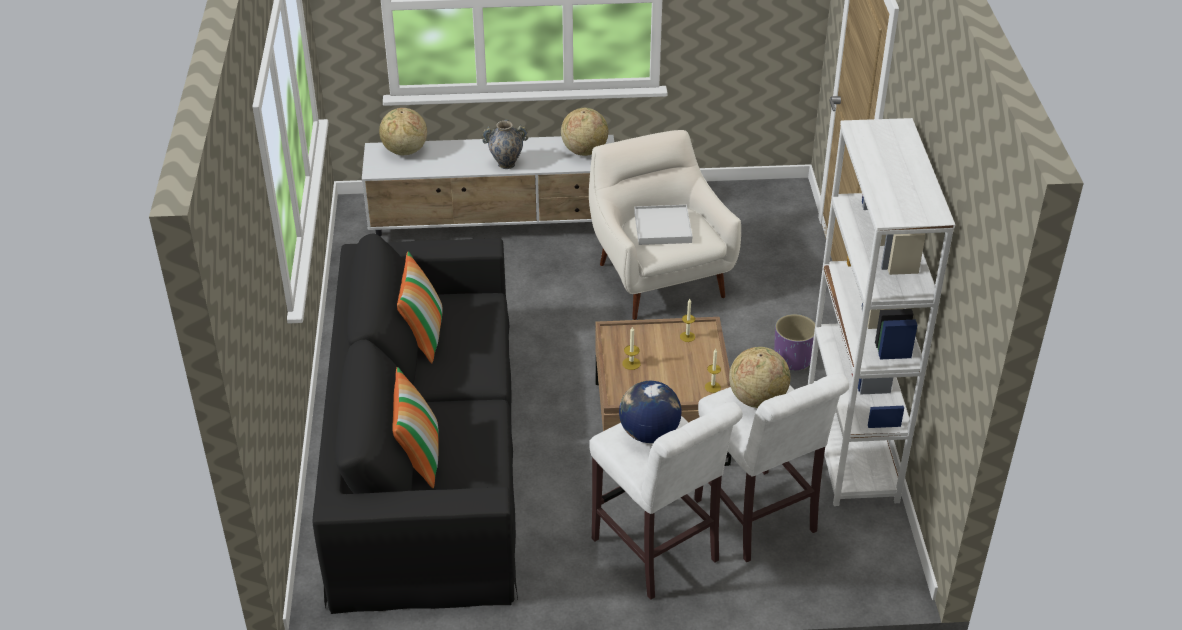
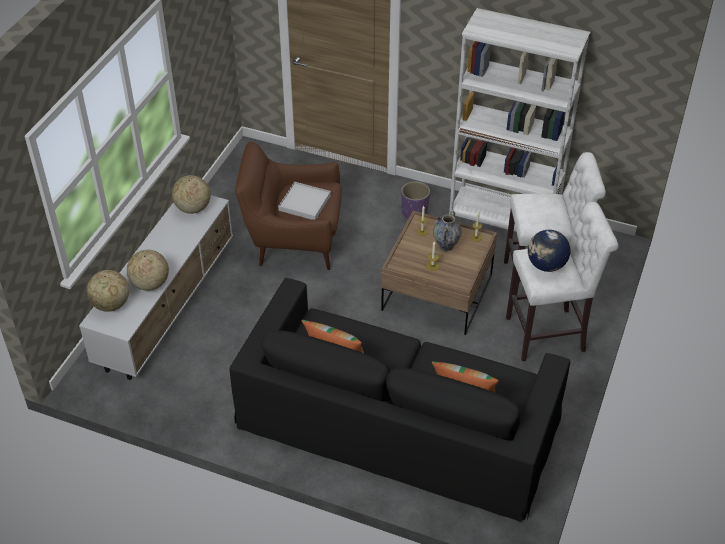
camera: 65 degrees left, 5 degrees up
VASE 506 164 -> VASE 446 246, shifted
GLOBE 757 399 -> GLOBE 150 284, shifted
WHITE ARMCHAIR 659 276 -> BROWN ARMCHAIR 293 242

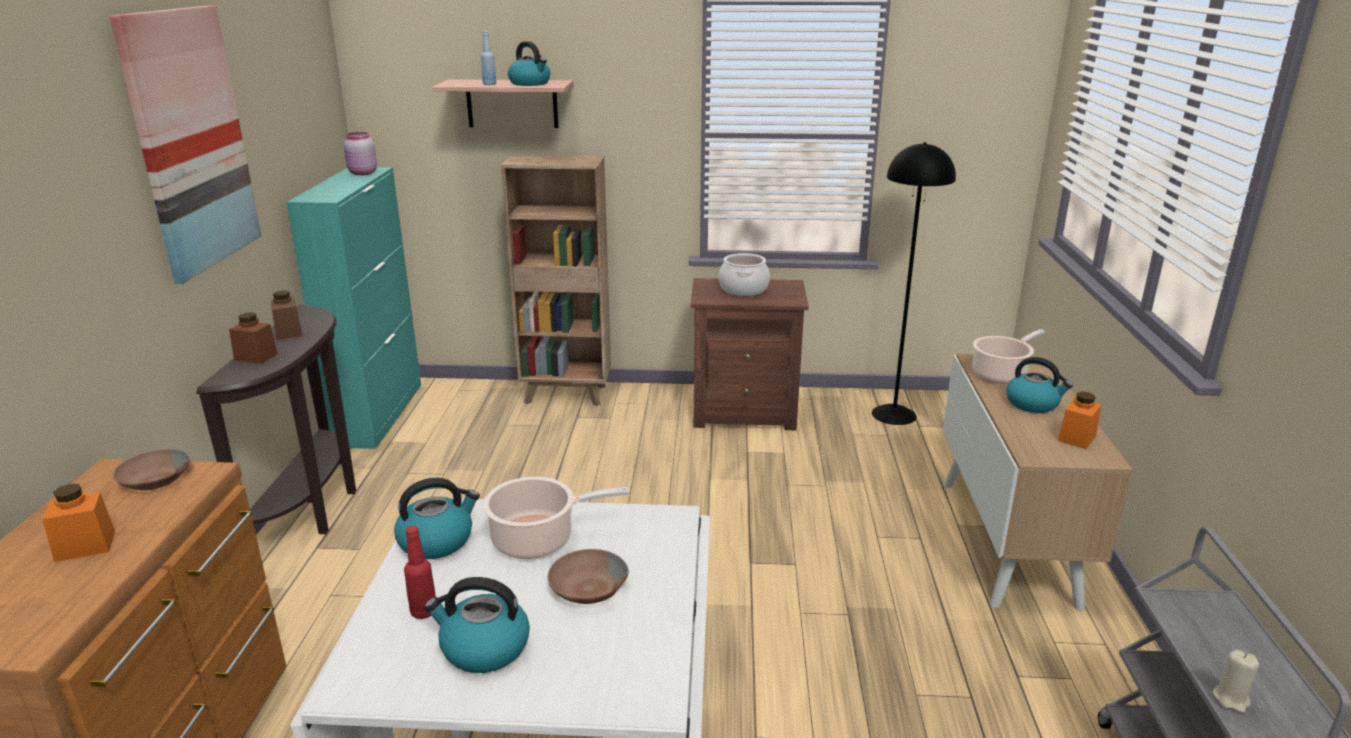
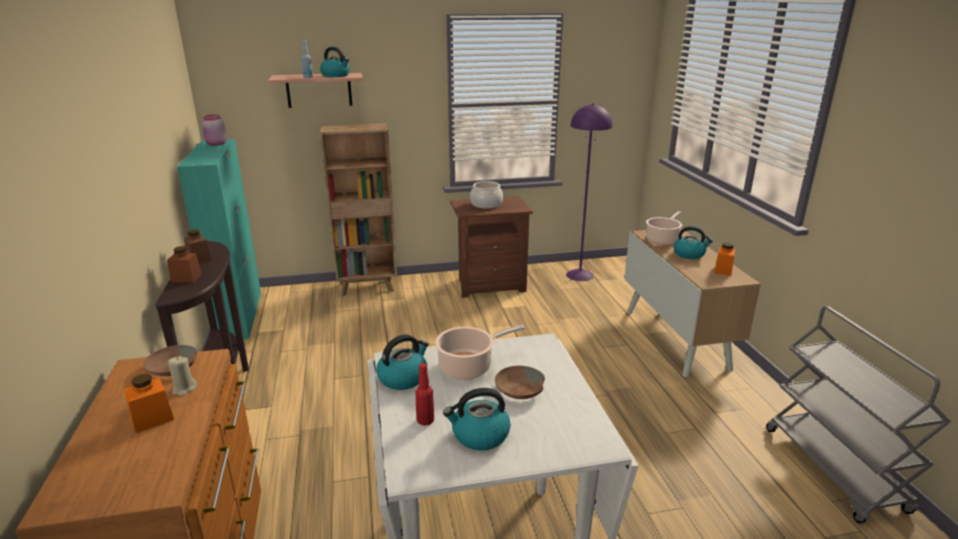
camera: 15 degrees left, 0 degrees up
PICTURE 190 140 -> none
BEIGE CANDLE 1231 699 -> BEIGE CANDLE 184 389, shifted
BLACK FLOOR LAMP 894 414 -> PURPLE FLOOR LAMP 580 275

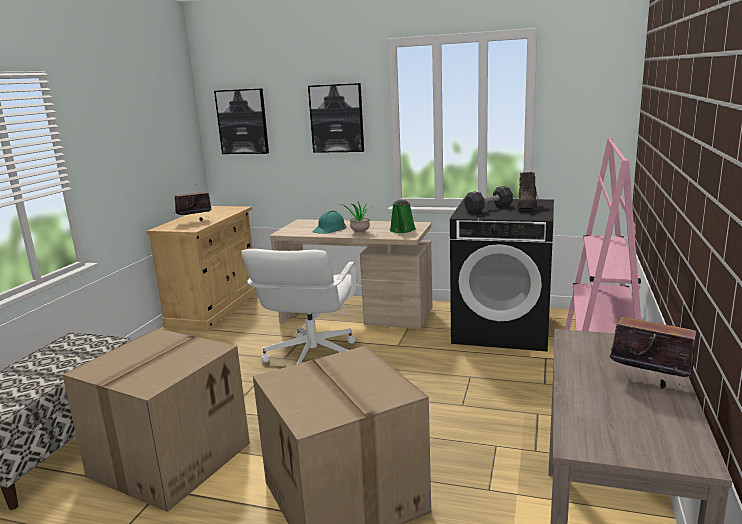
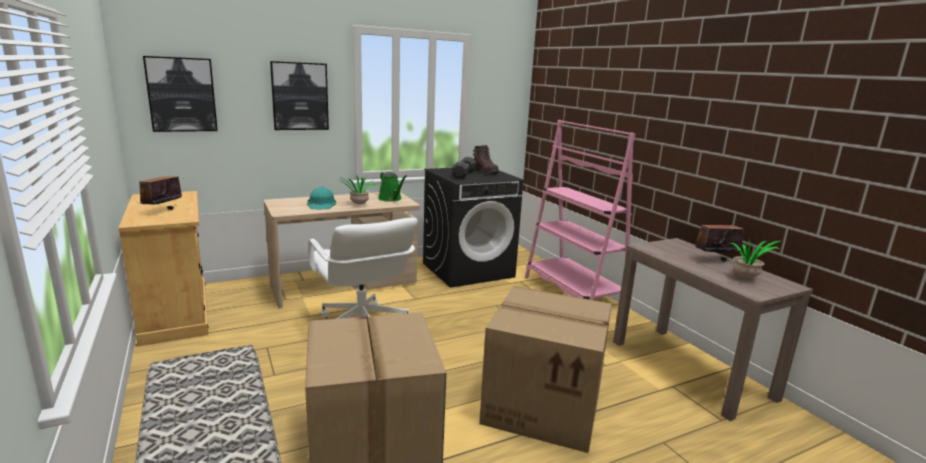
camera: 45 degrees left, 0 degrees up
none -> POTTED PLANT 747 278

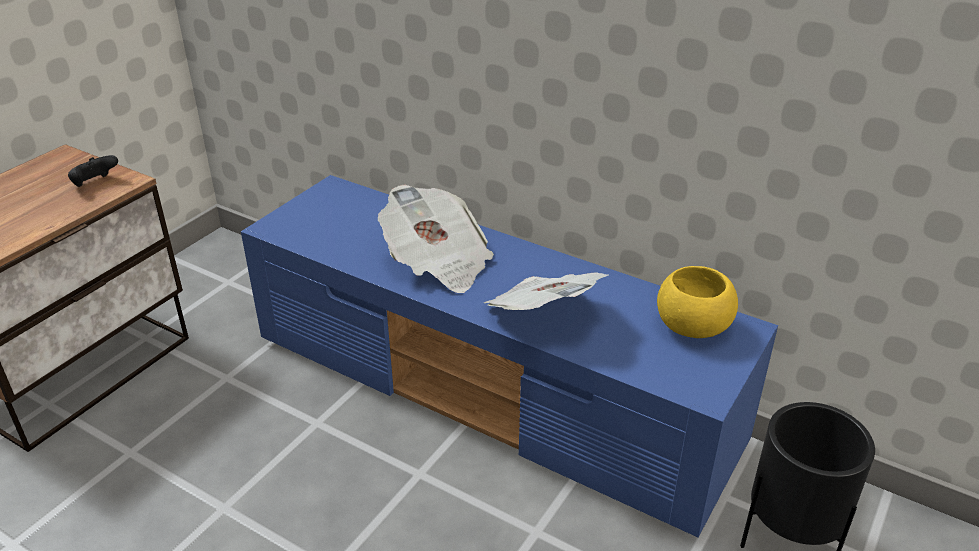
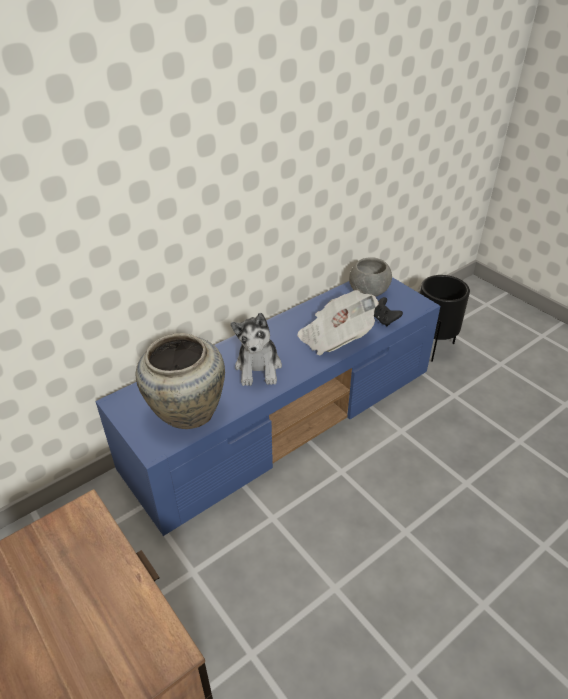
camera: 70 degrees left, 5 degrees up
none -> BEIGE VASE 186 411
BLACK GAME CONTROLLER 95 184 -> BLACK GAME CONTROLLER 384 320, shifted
NEWSPAPER 437 263 -> PLUSH TOY 258 367
YELLOW BOWL 693 328 -> GREY BOWL 369 292

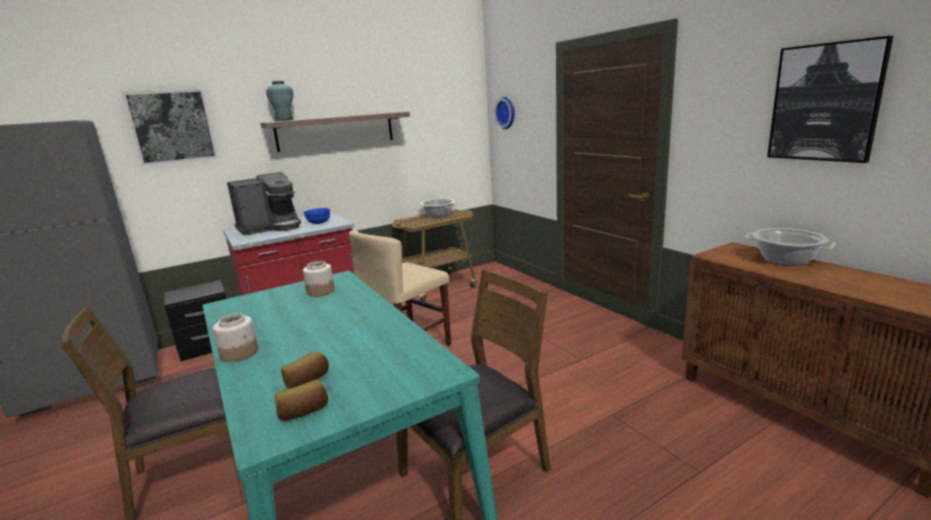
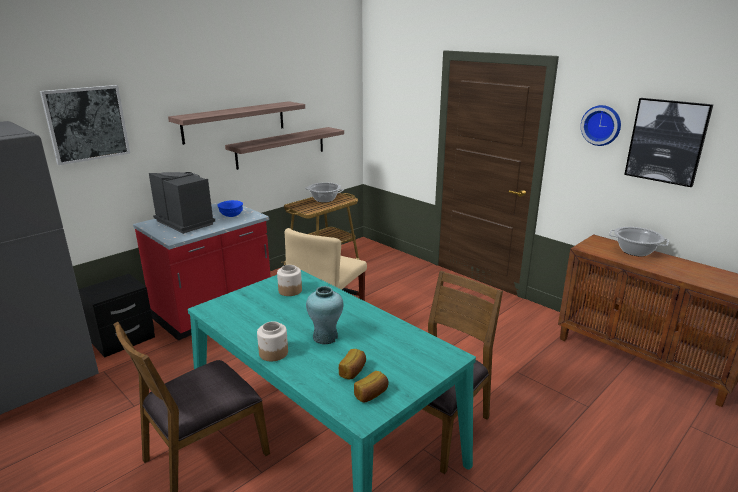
camera: 15 degrees left, 5 degrees up
none -> SHELF 281 147
TURQUOISE VASE 284 120 -> TURQUOISE VASE 325 337, shifted
WALL CLOCK 507 112 -> WALL CLOCK 601 125, shifted
COFFEE MACHINE 271 228 -> COFFEE MACHINE 186 222, 90 degrees counterclockwise

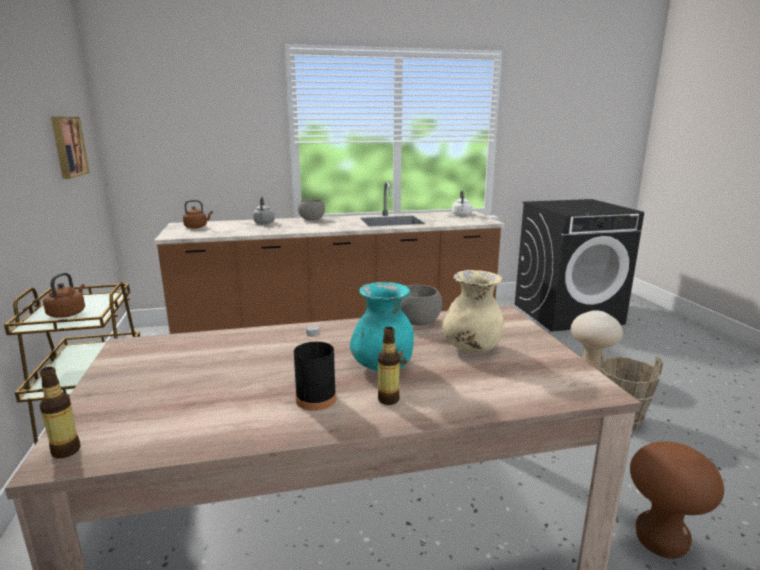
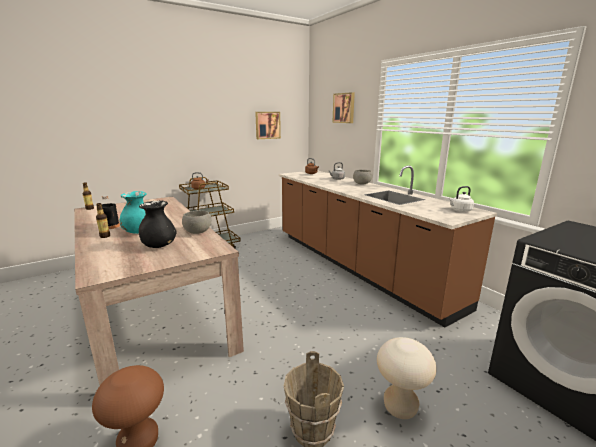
camera: 70 degrees right, 0 degrees up
none -> PICTURE 344 108
BEIGE VASE 471 348 -> BLACK VASE 159 246

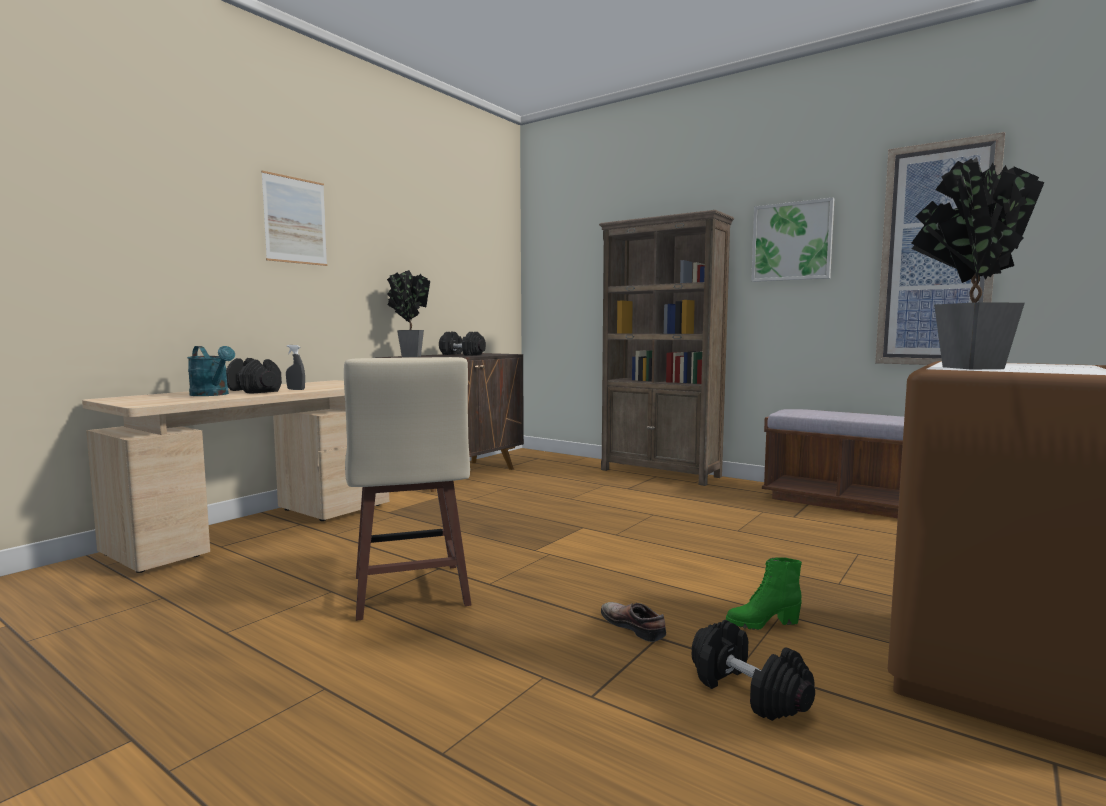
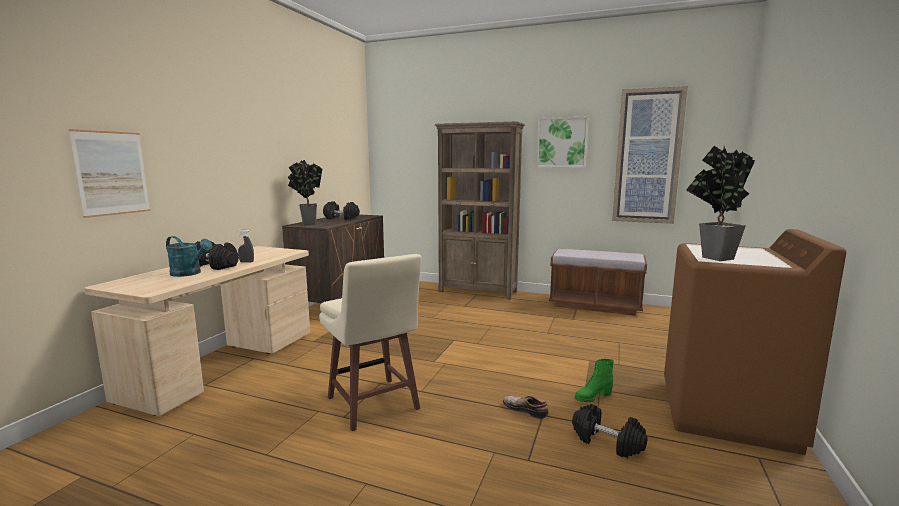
camera: 15 degrees left, 5 degrees up
PICTURE 295 220 -> PICTURE 112 173, shifted

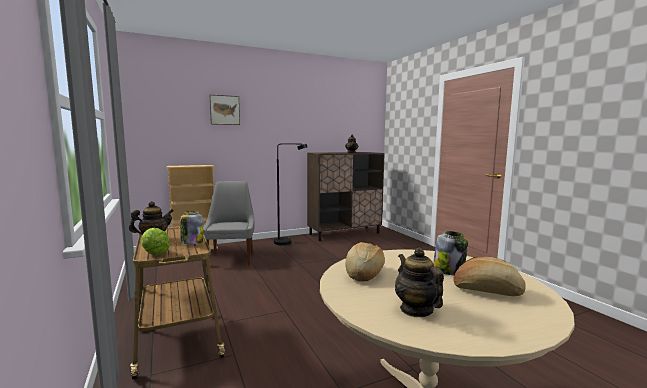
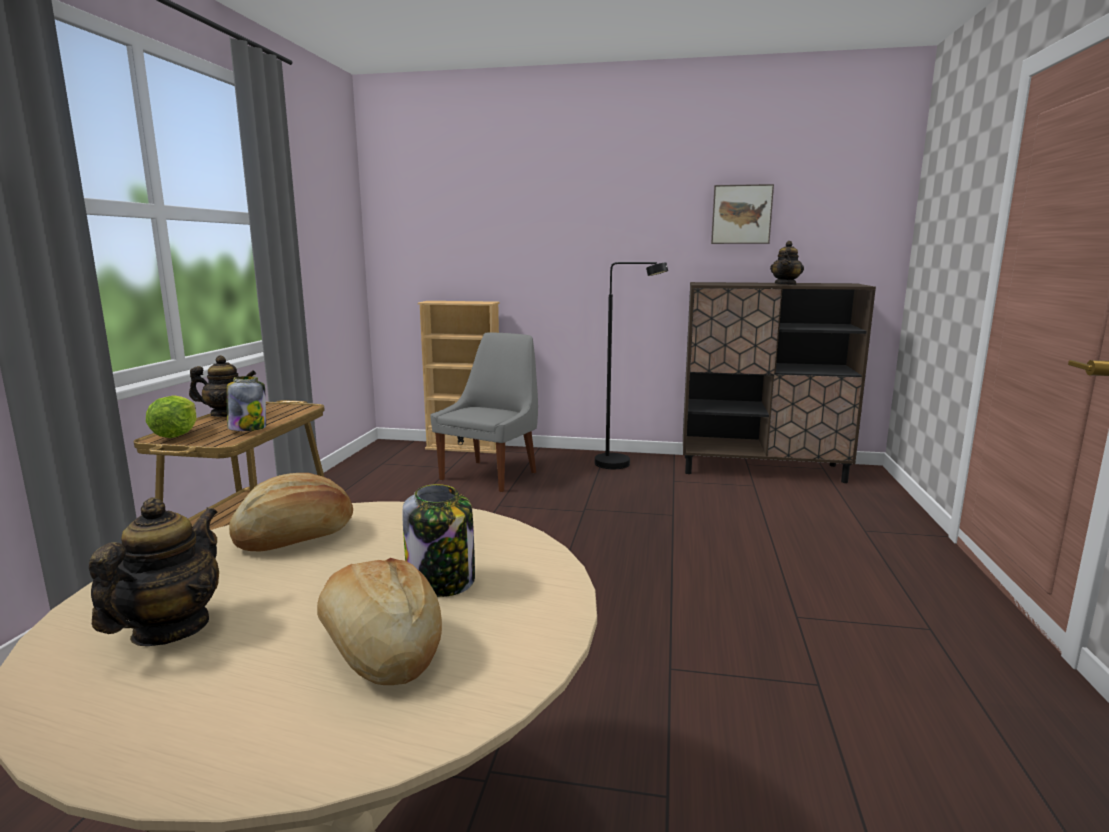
camera: 35 degrees right, 5 degrees up
PICTURE 224 110 -> PICTURE 741 214, shifted

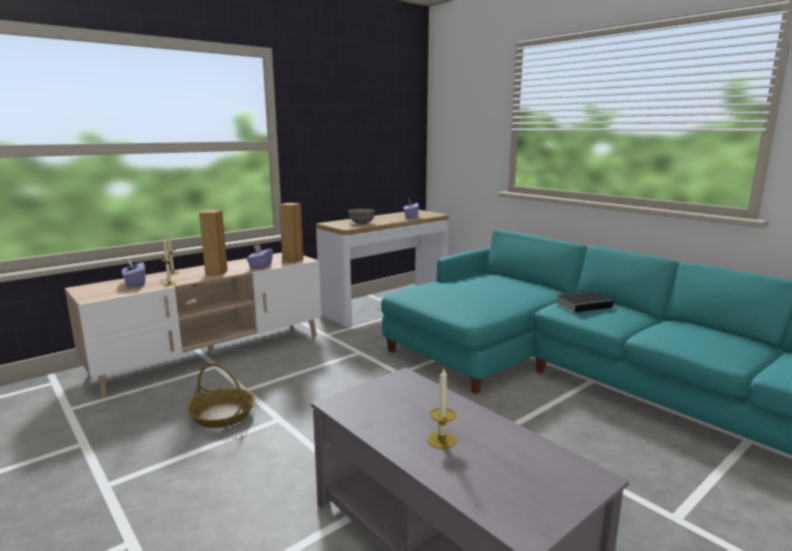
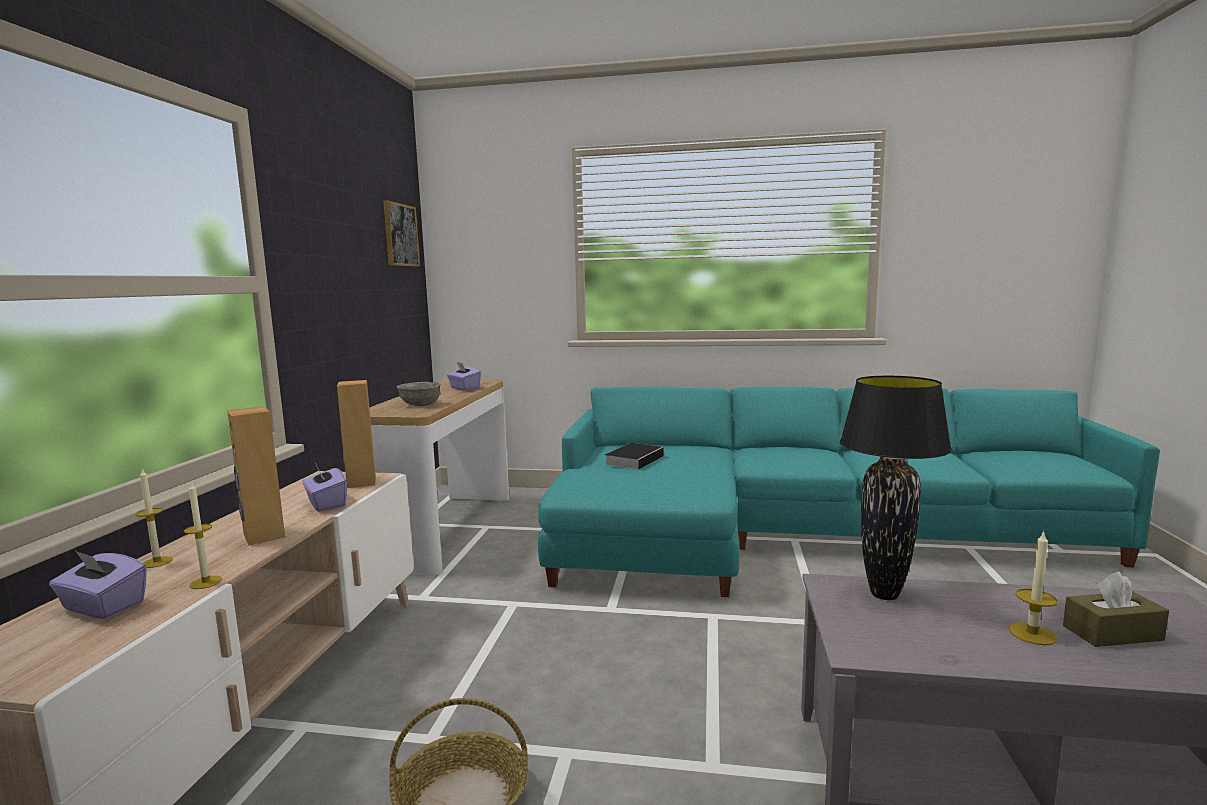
camera: 40 degrees left, 5 degrees down
none -> PICTURE 400 235
none -> BLACK TABLE LAMP 885 594
none -> BROWN TISSUE BOX 1112 633
BOOK 584 305 -> BOOK 635 459, shifted

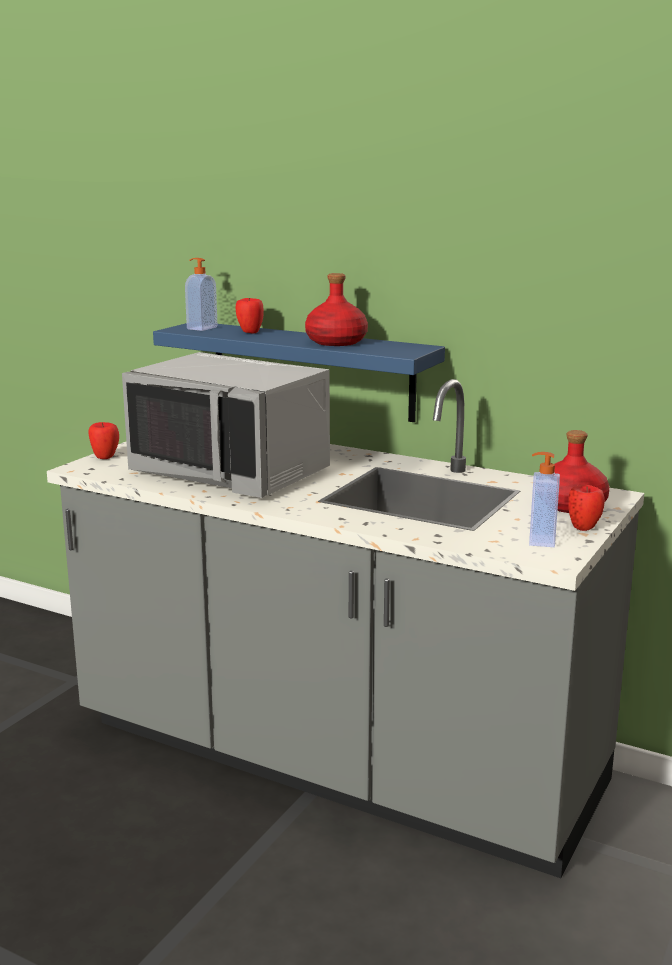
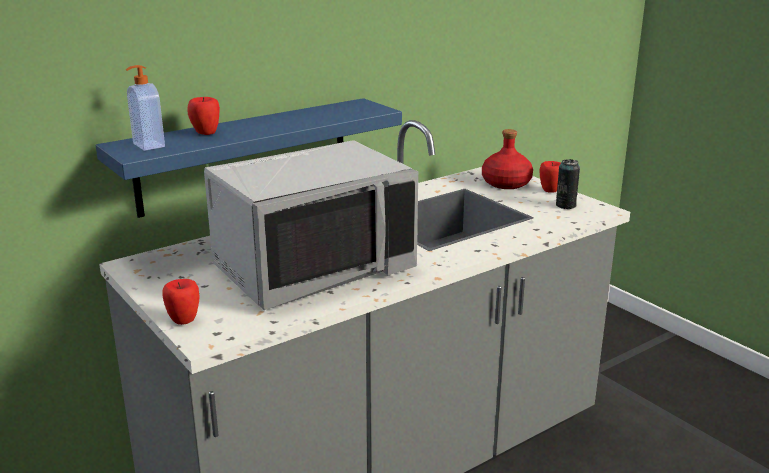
camera: 65 degrees left, 5 degrees up
RED BOTTLE 337 342 -> none
SOAP DISPENSER 540 540 -> CAN 565 205

